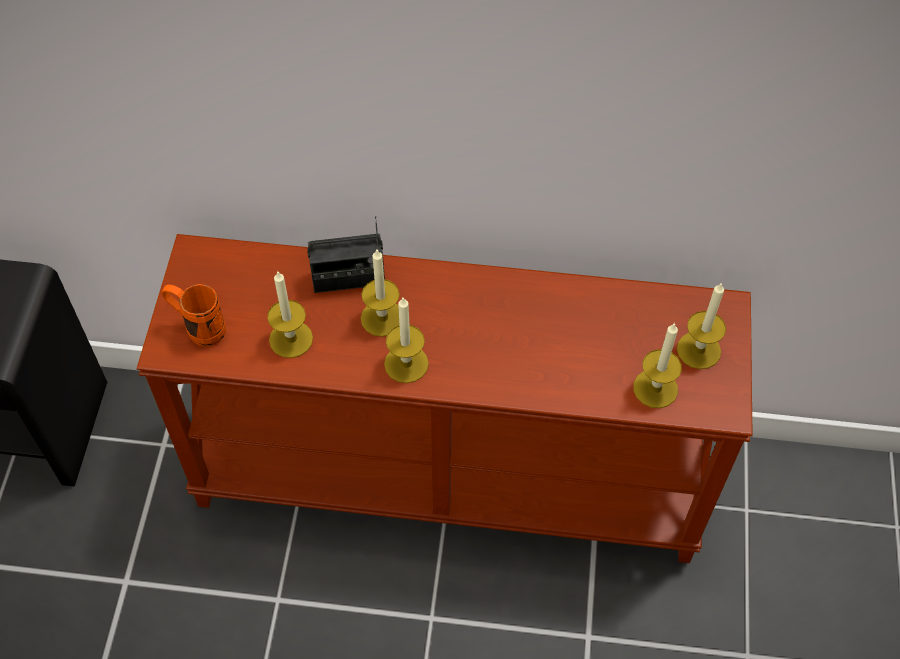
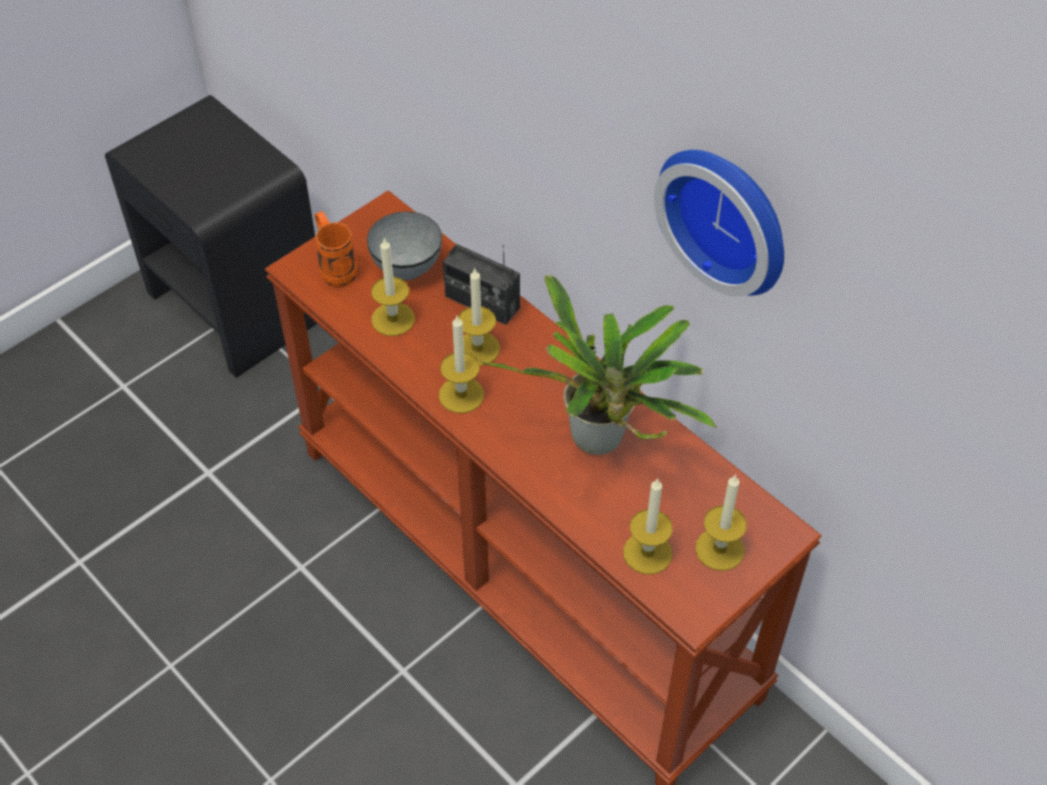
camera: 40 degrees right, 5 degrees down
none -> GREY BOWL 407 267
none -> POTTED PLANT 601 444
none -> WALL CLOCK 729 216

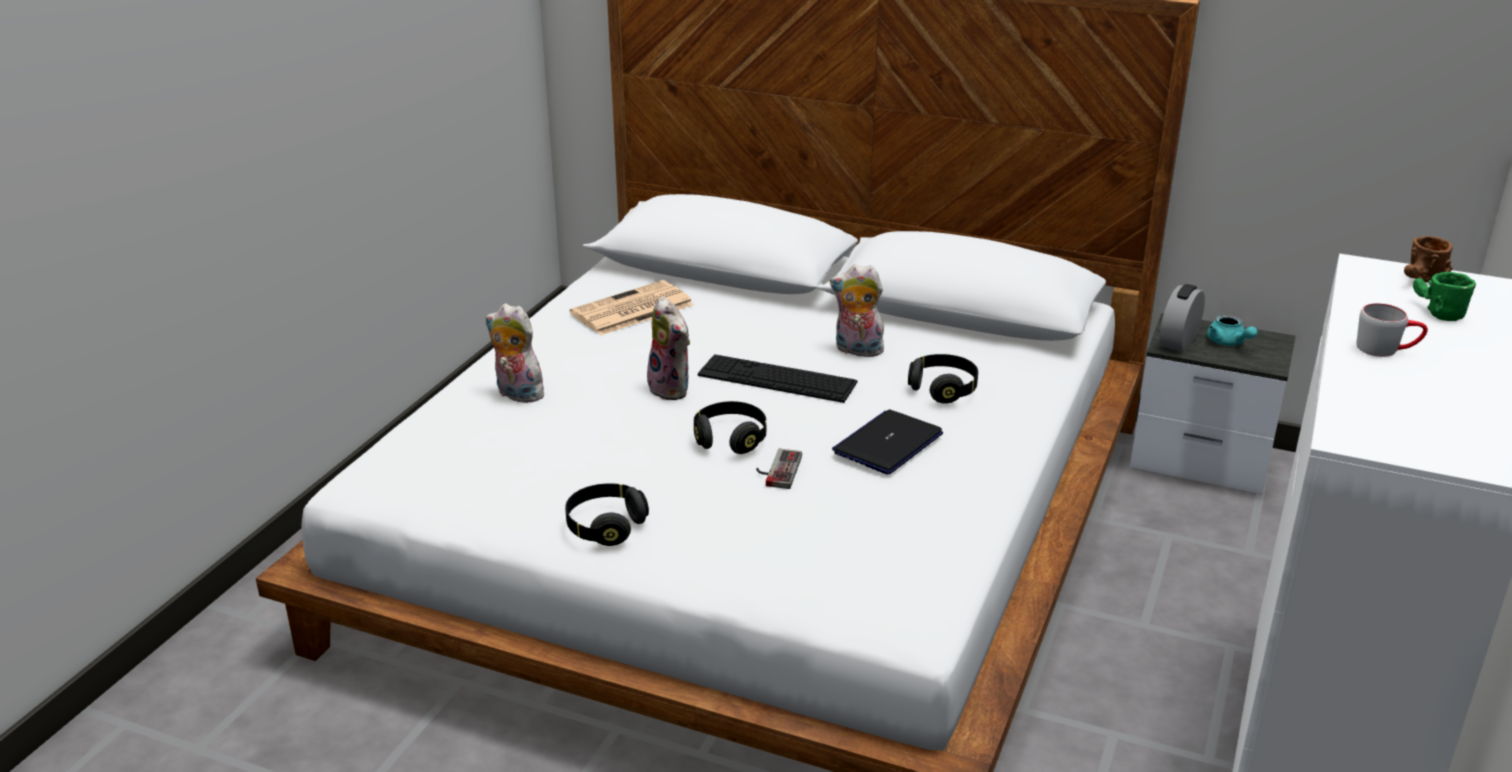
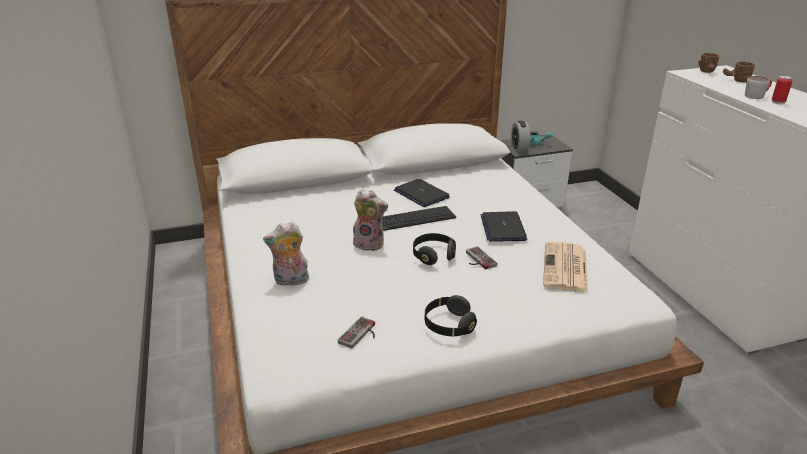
camera: 40 degrees left, 0 degrees up
BLACK HEADPHONES 943 389 -> none
none -> GAME CONTROLLER 361 335
none -> CAN 778 102
NEWSPAPER 631 310 -> NEWSPAPER 565 268, shifted
PLUSH TOY 857 350 -> LAPTOP 421 194
GREEN MUG 1434 311 -> BROWN MUG 735 80

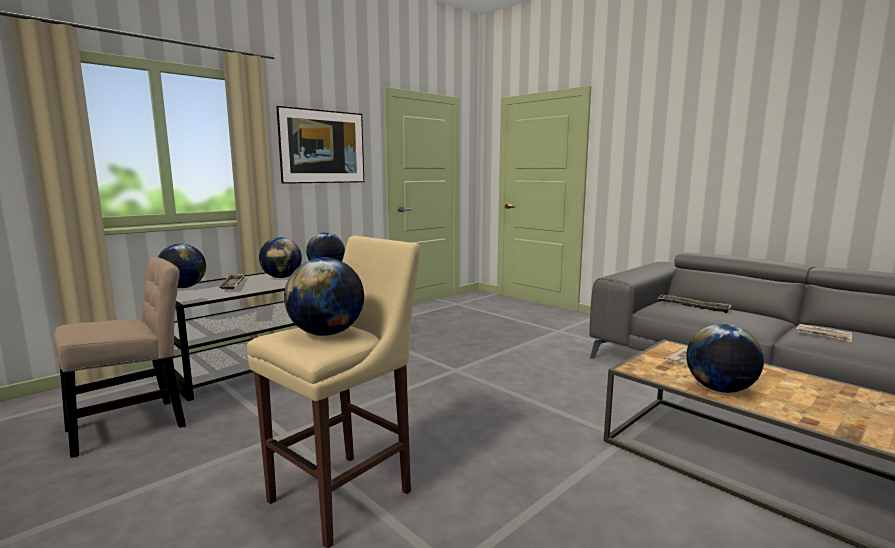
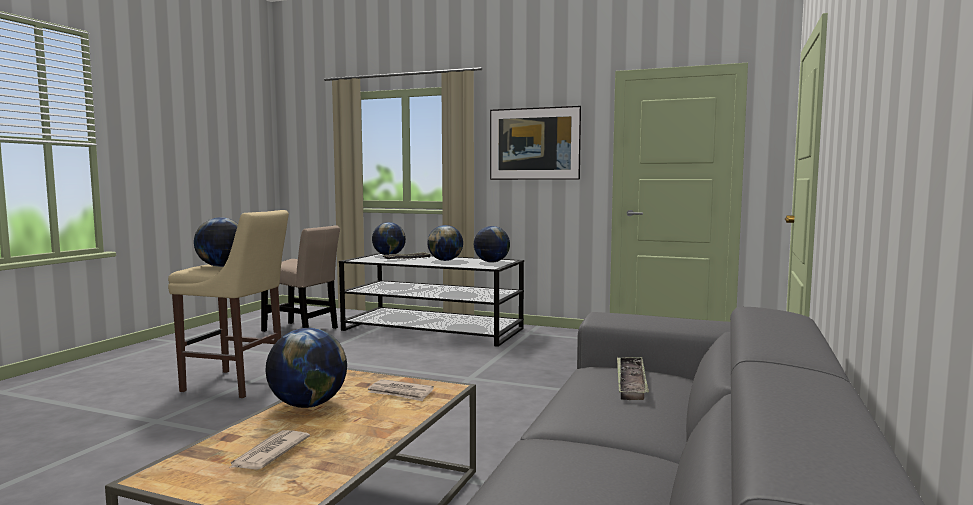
camera: 65 degrees right, 5 degrees down
NEWSPAPER 824 335 -> NEWSPAPER 269 453, shifted

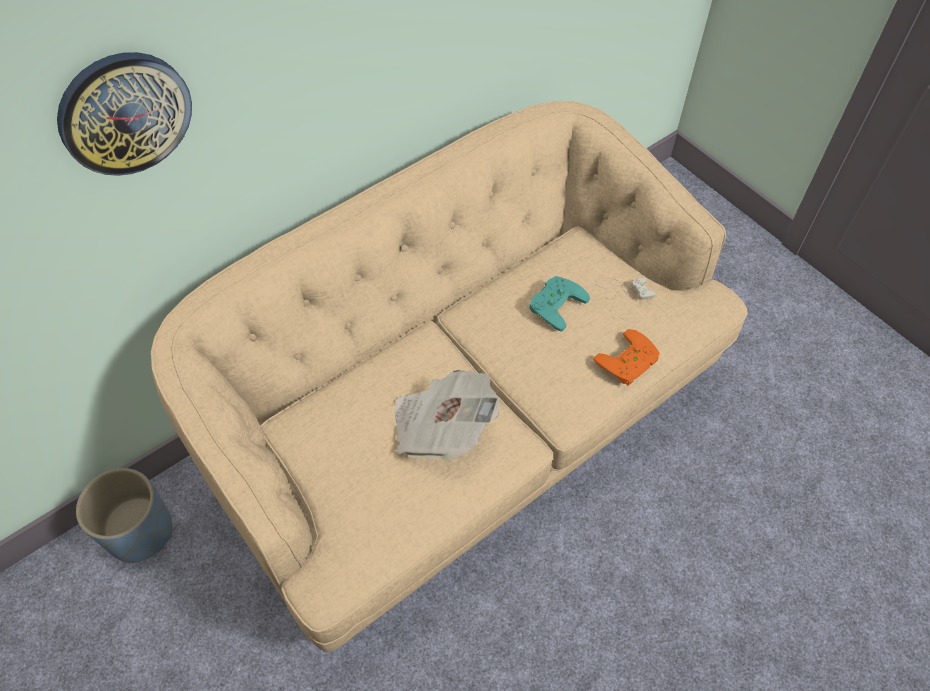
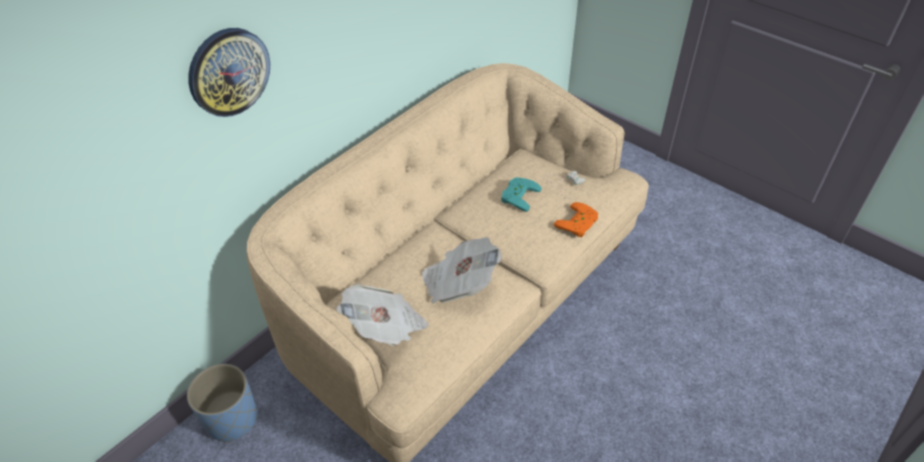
camera: 10 degrees left, 10 degrees down
none -> NEWSPAPER 386 327

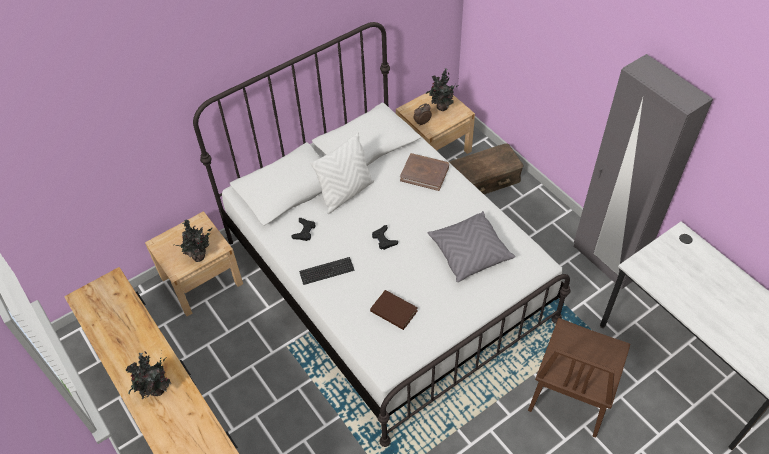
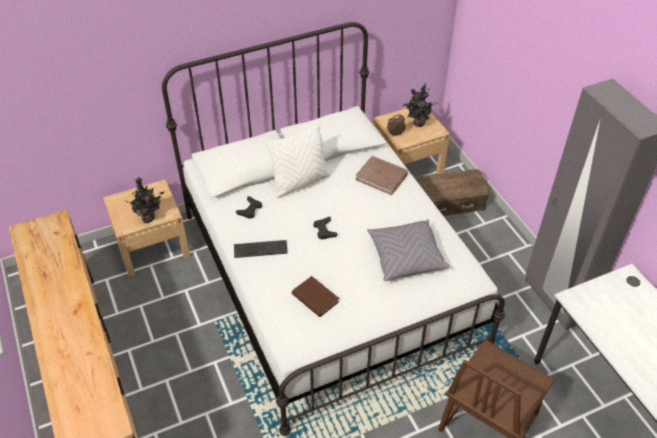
camera: 10 degrees right, 5 degrees down
POTTED PLANT 156 391 -> none

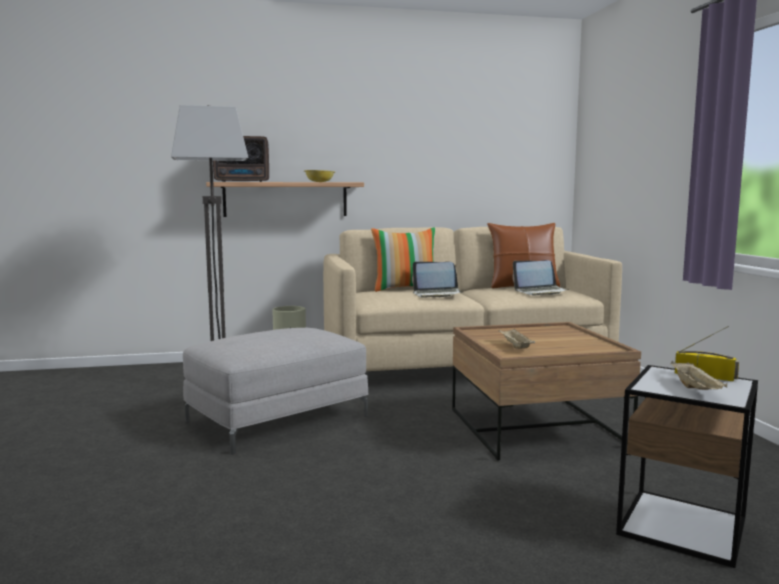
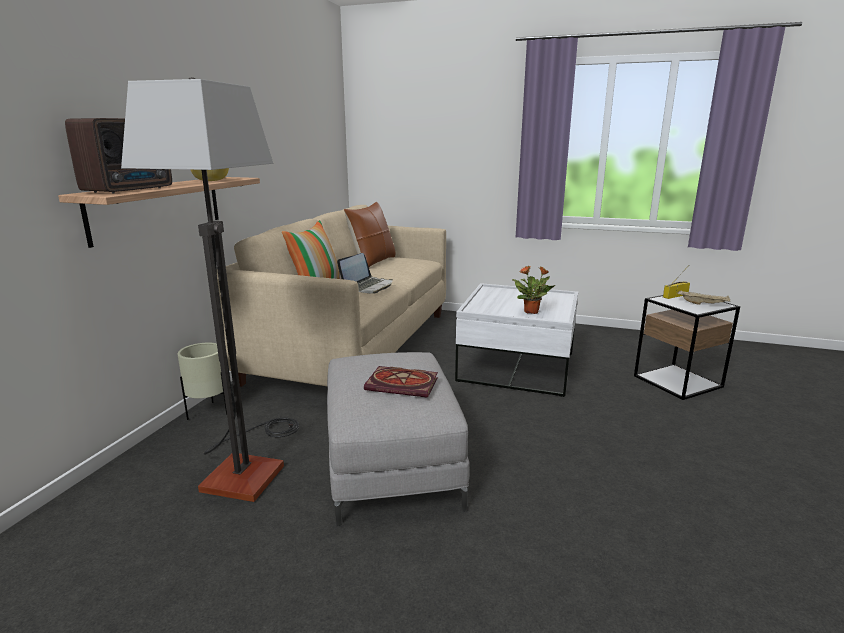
camera: 60 degrees left, 10 degrees up
LAPTOP 540 292 -> none
none -> BOOK 404 384
BEIGE TRAY 515 346 -> POTTED PLANT 532 312
BROWN COFFEE TABLE 536 428 -> WHITE COFFEE TABLE 516 367

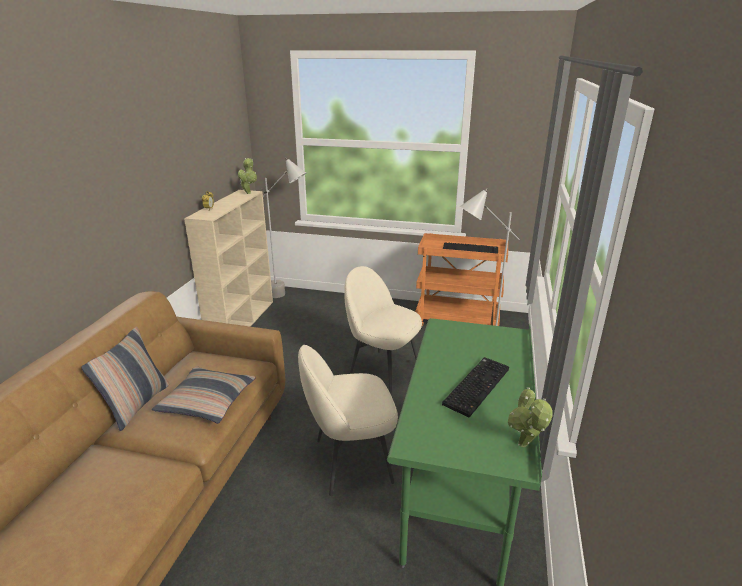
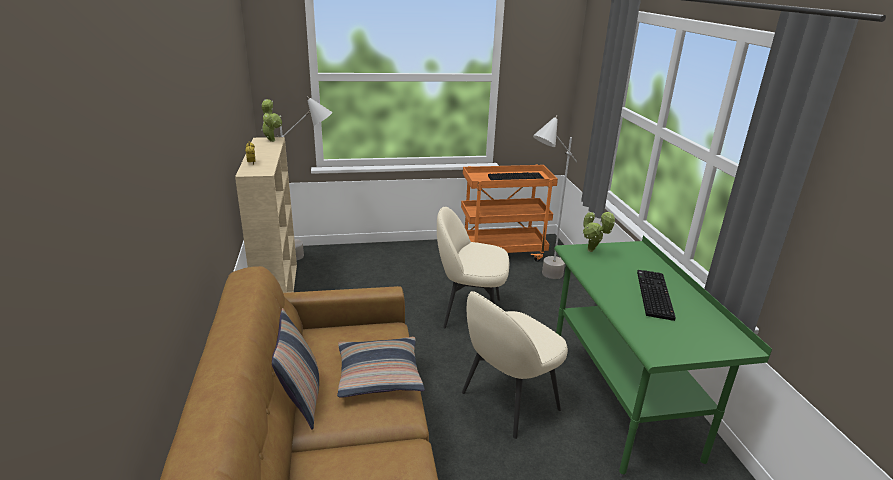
camera: 25 degrees left, 0 degrees up
POTTED PLANT 524 446 -> POTTED PLANT 592 251, shifted

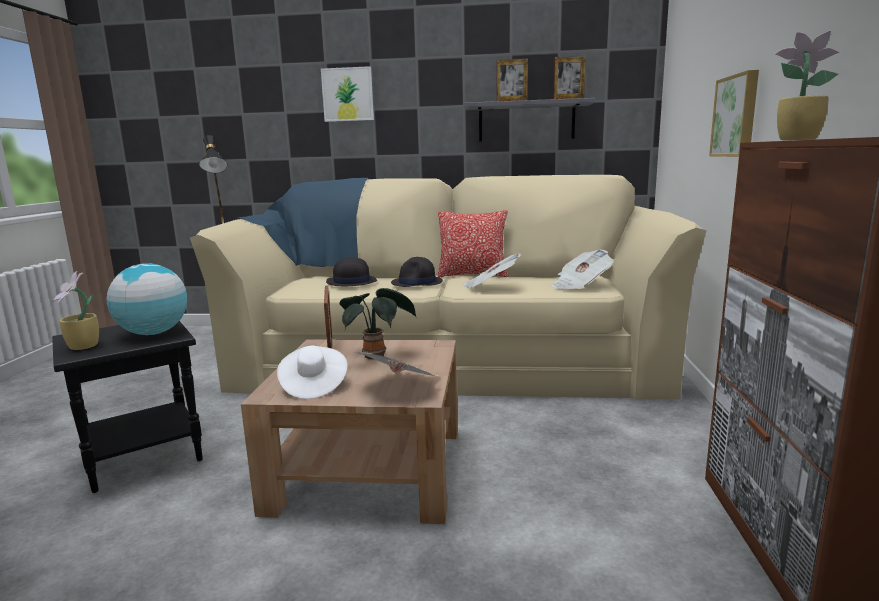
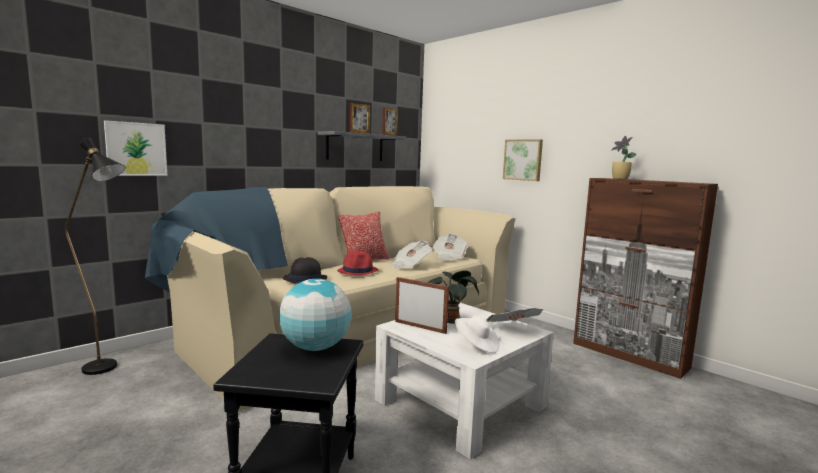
camera: 50 degrees left, 5 degrees down
POTTED PLANT 83 347 -> none
PICTURE 347 94 -> PICTURE 136 149, shifted
BROWN COFFEE TABLE 369 468 -> WHITE COFFEE TABLE 460 403
BLACK HAT 417 283 -> RED HAT 358 271

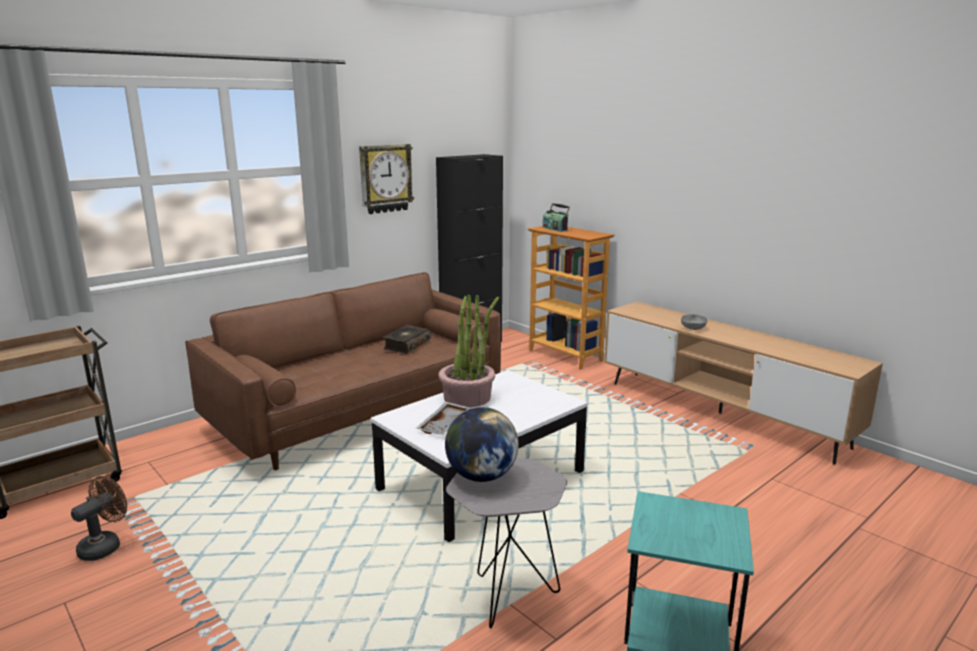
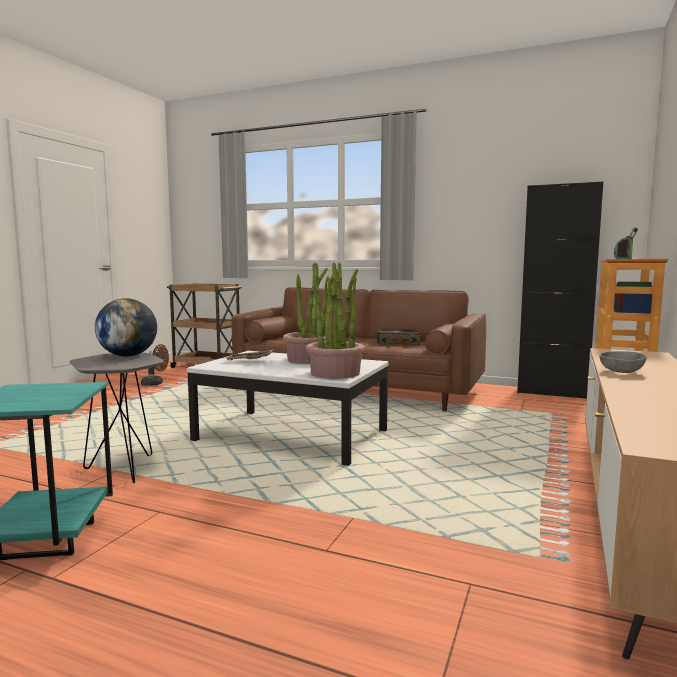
camera: 65 degrees right, 10 degrees down
WALL CLOCK 385 178 -> none
none -> POTTED PLANT 335 373

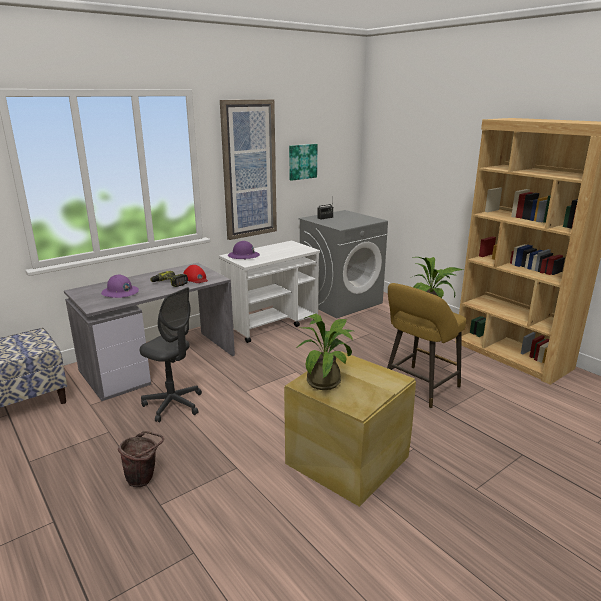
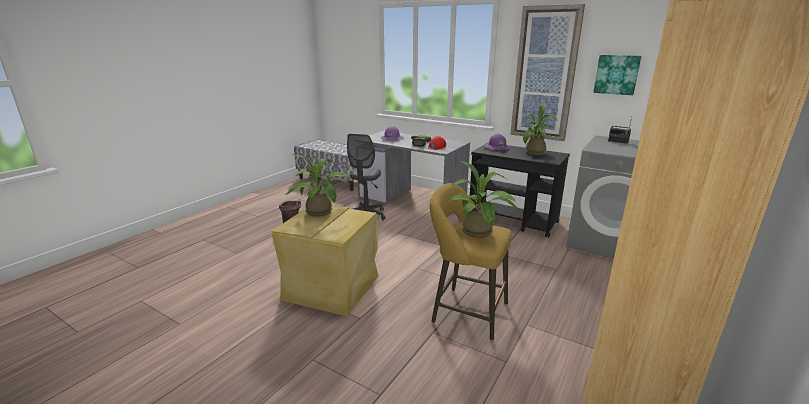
camera: 70 degrees right, 0 degrees up
none -> POTTED PLANT 533 153
WHITE CART 272 324 -> BLACK CART 513 221

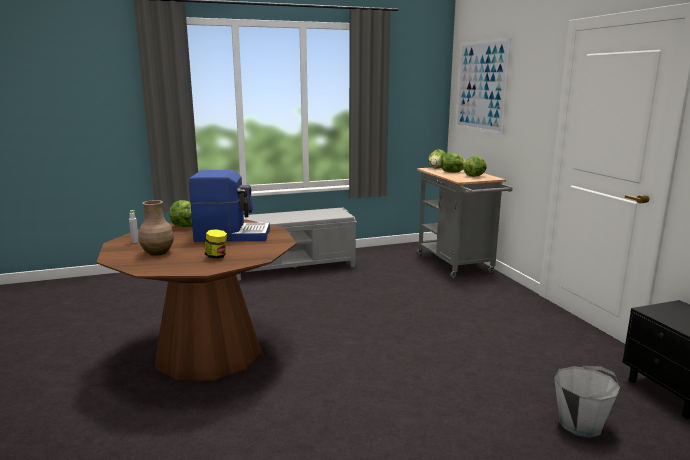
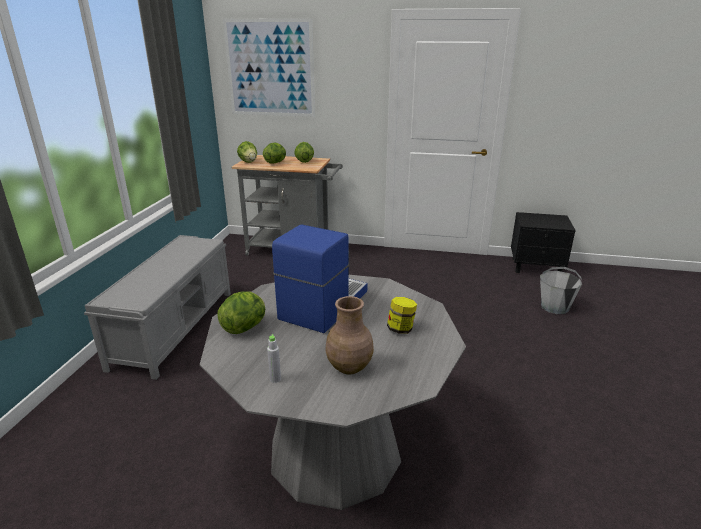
camera: 60 degrees left, 10 degrees up
BROWN DINING TABLE 209 352 -> GREY DINING TABLE 335 451

